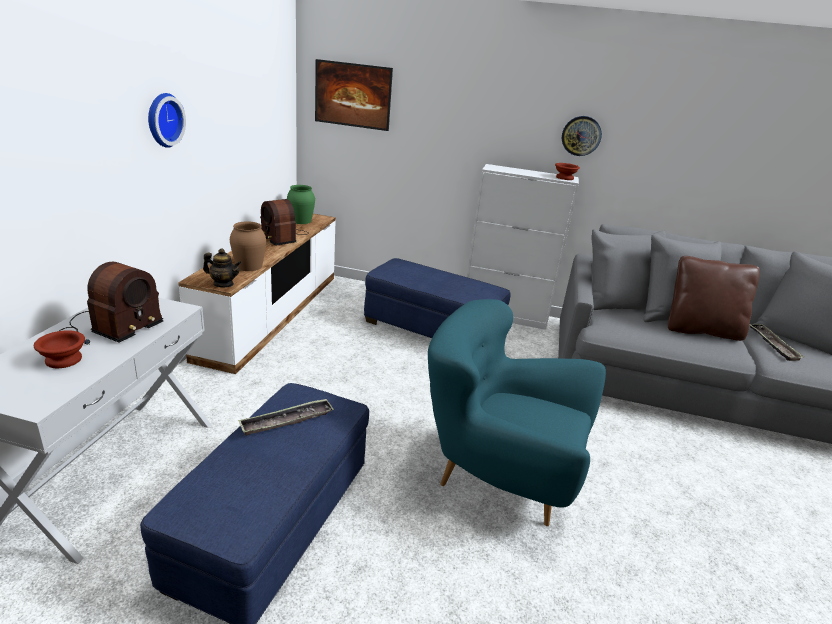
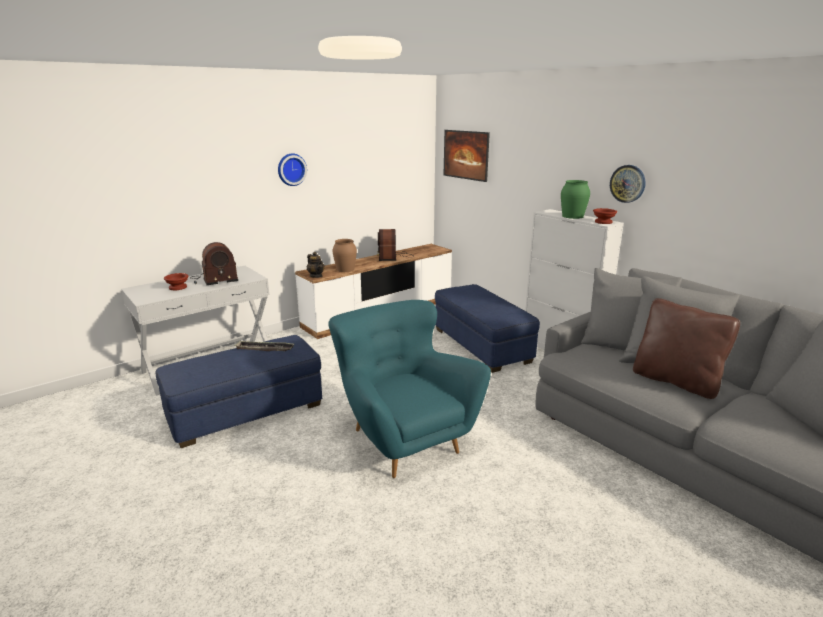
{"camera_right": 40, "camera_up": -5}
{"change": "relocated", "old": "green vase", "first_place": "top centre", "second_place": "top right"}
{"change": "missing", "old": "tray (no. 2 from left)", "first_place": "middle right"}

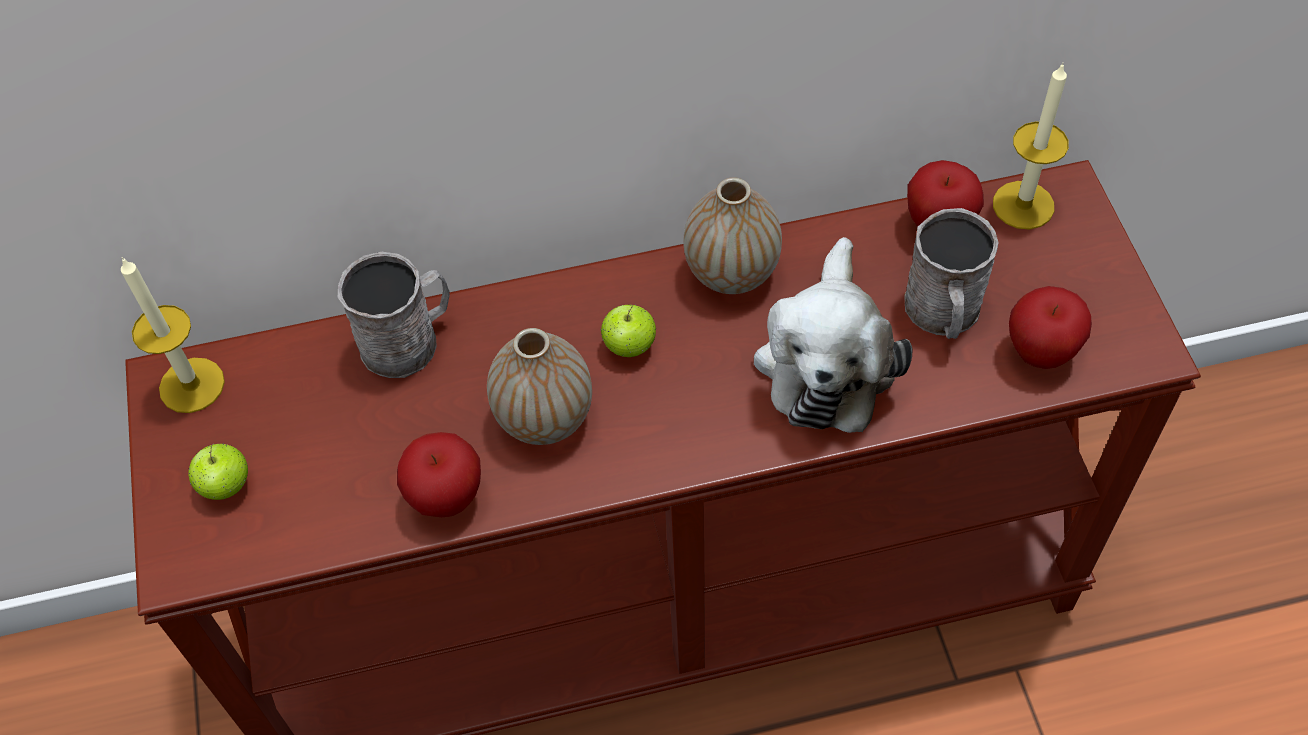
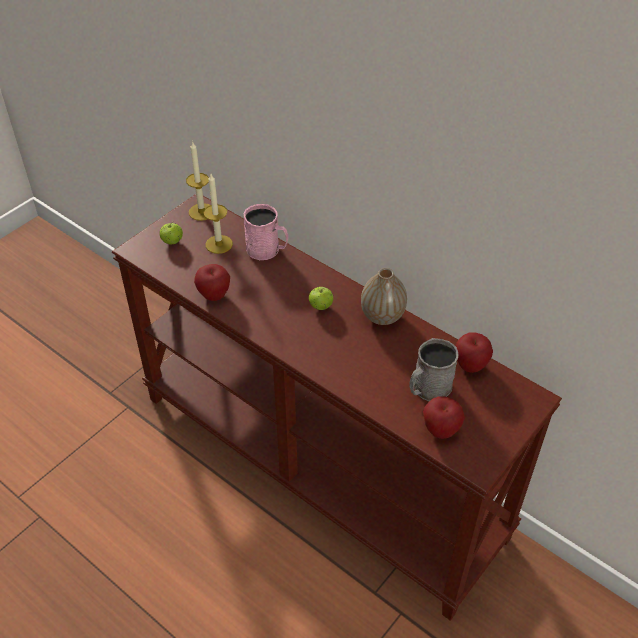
{"camera_right": 50, "camera_up": -10}
{"change": "colour", "old": "grey mug (no. 1 from left)", "new": "pink mug", "first_place": "middle left", "second_place": "centre"}
{"change": "missing", "old": "vase (no. 1 from left)", "first_place": "centre"}
{"change": "missing", "old": "plush toy", "first_place": "centre"}
{"change": "relocated", "old": "candle (no. 2 from left)", "first_place": "top right", "second_place": "centre"}

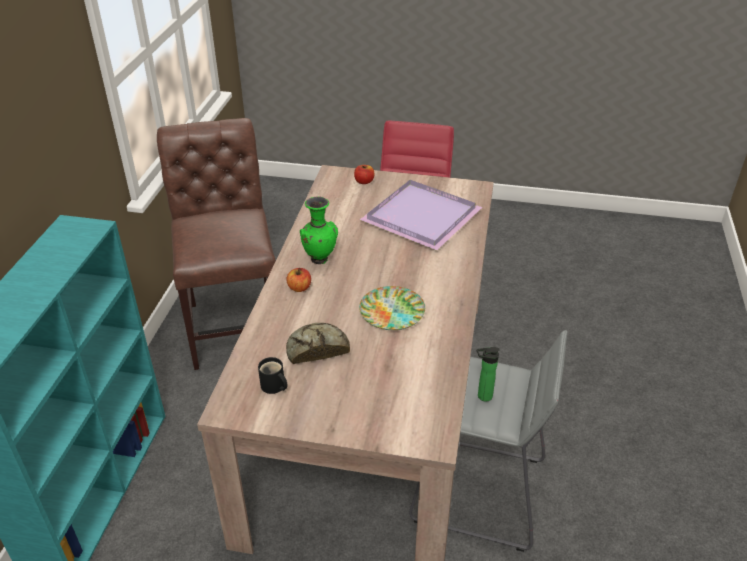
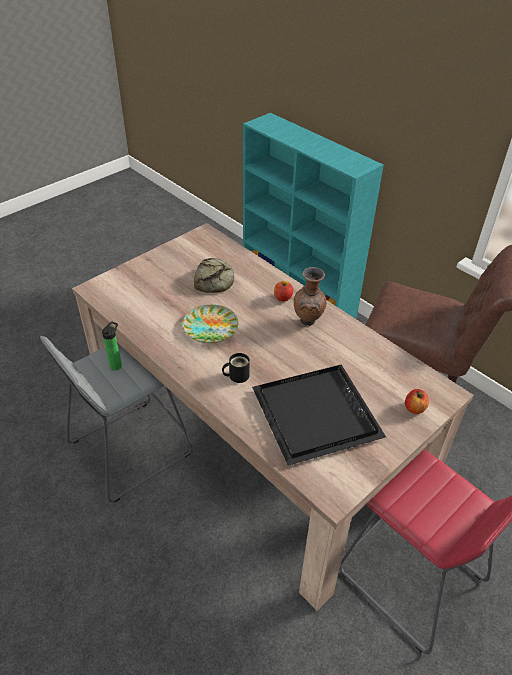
{"camera_right": 125, "camera_up": 5}
{"change": "relocated", "old": "black mug", "first_place": "bottom centre", "second_place": "centre"}
{"change": "colour", "old": "green vase", "new": "brown vase", "first_place": "centre", "second_place": "centre"}
{"change": "colour", "old": "purple tray", "new": "black tray", "first_place": "centre", "second_place": "centre"}

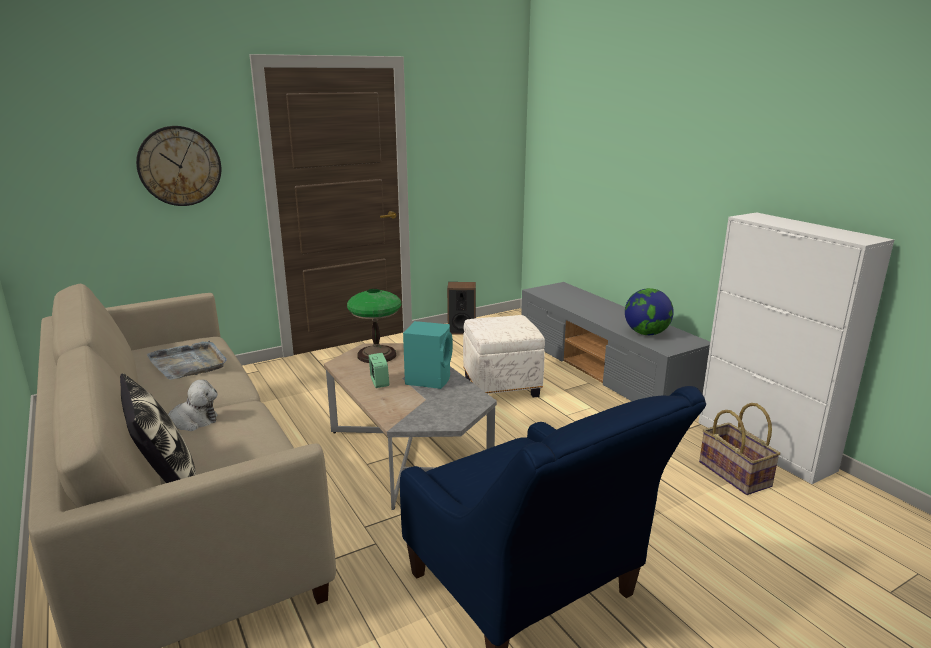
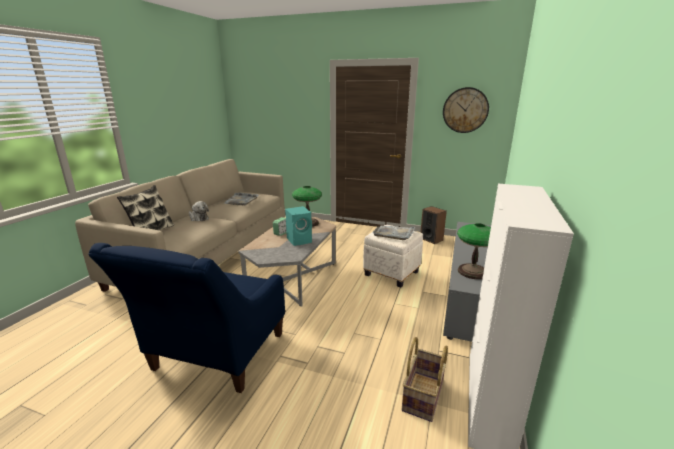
{"camera_right": 50, "camera_up": 0}
{"change": "relocated", "old": "wall clock", "first_place": "top left", "second_place": "top right"}
{"change": "exchanged", "old": "globe", "new": "table lamp (no. 2 from left)", "first_place": "middle right", "second_place": "middle right"}
{"change": "appeared", "new": "grey tray (no. 2 from left)", "second_place": "centre"}

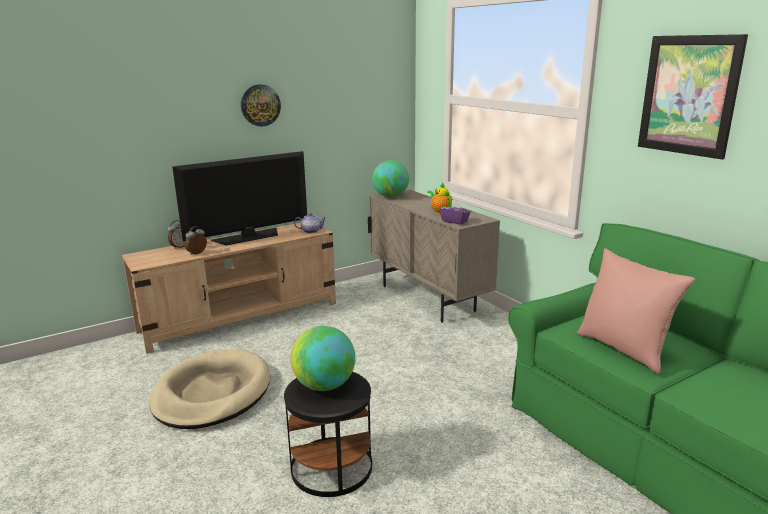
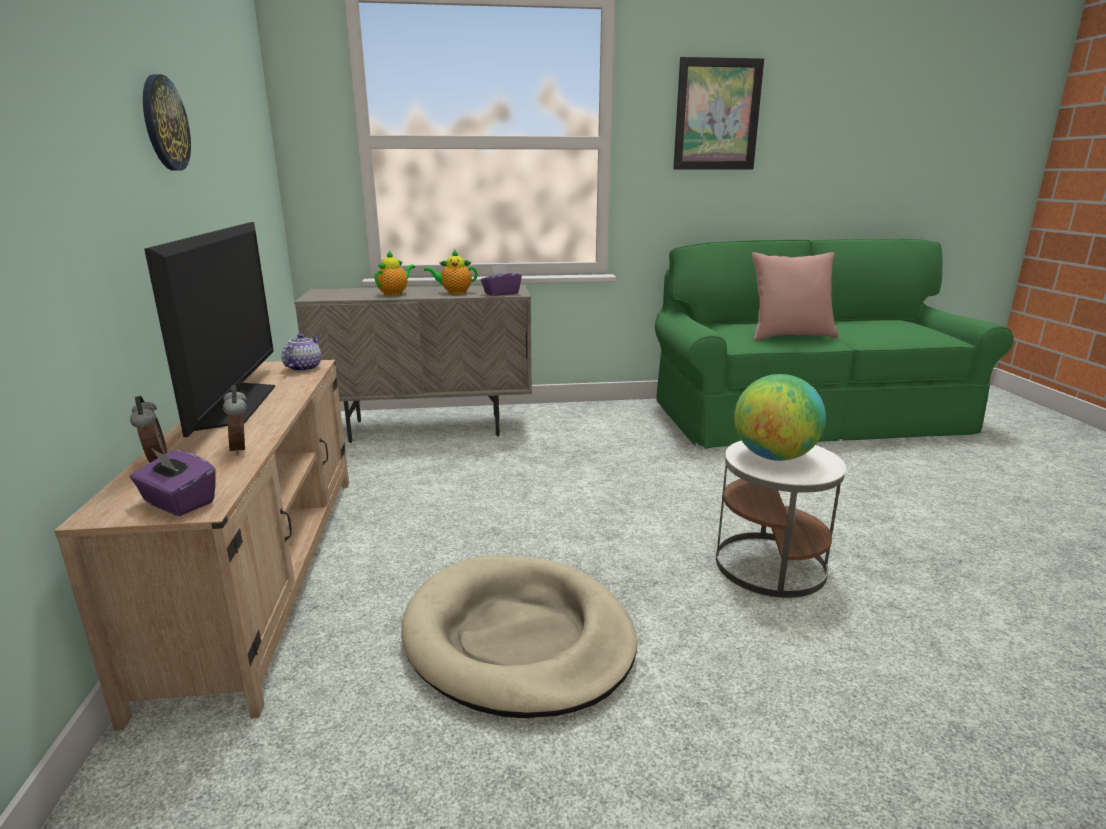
{"camera_right": -65, "camera_up": 0}
{"change": "colour", "old": "black side table", "new": "white side table", "first_place": "bottom centre", "second_place": "middle right"}
{"change": "missing", "old": "globe (no. 2 from left)", "first_place": "centre"}
{"change": "appeared", "new": "purple tissue box (no. 1 from left)", "second_place": "middle left"}
{"change": "appeared", "new": "teapot (no. 2 from left)", "second_place": "top centre"}

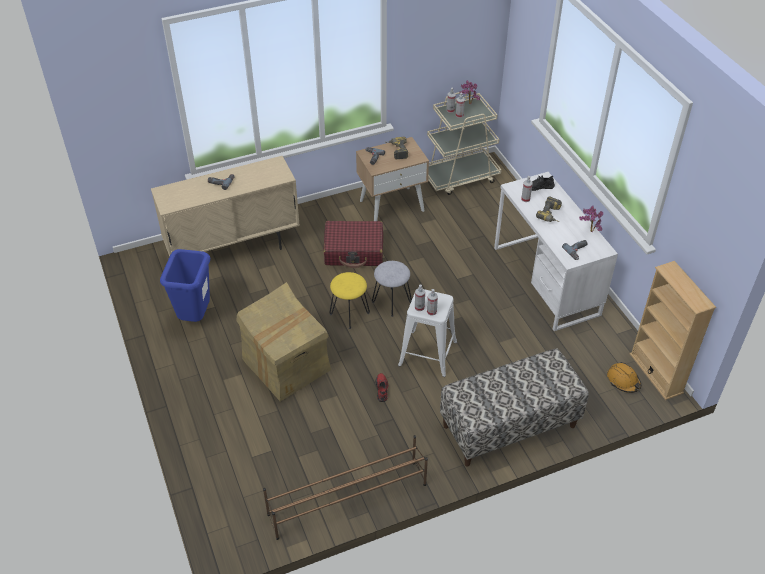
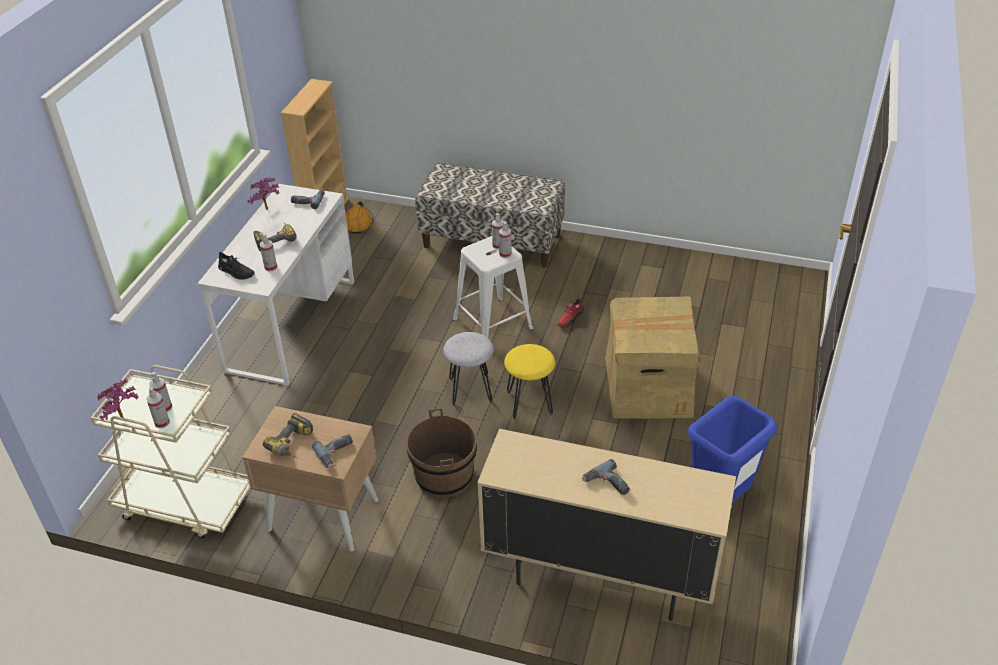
{"camera_right": -140, "camera_up": -5}
{"change": "missing", "old": "brown shoe rack", "first_place": "bottom centre"}
{"change": "exchanged", "old": "red suitcase", "new": "brown bucket", "first_place": "centre", "second_place": "bottom centre"}

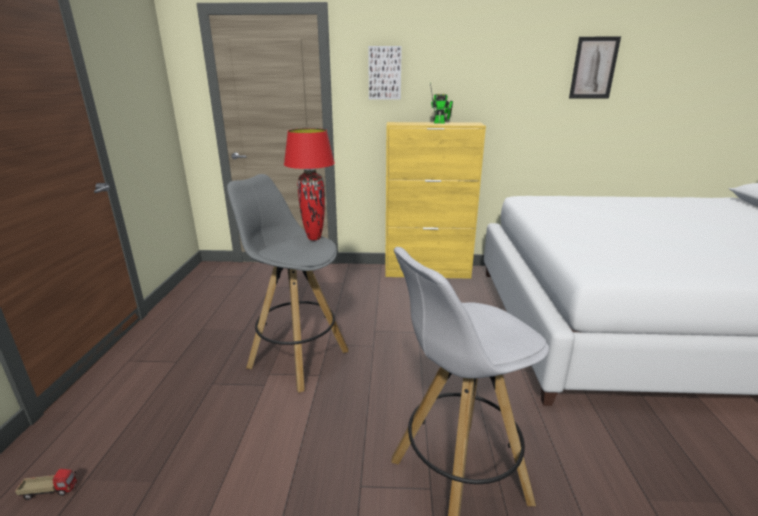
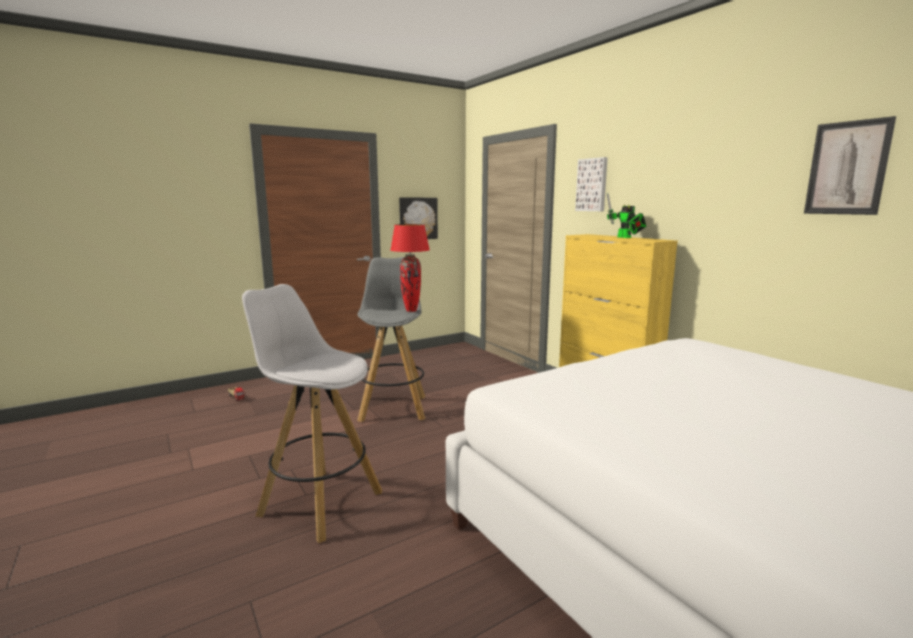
{"camera_right": 55, "camera_up": -10}
{"change": "appeared", "new": "picture (no. 1 from left)", "second_place": "centre"}

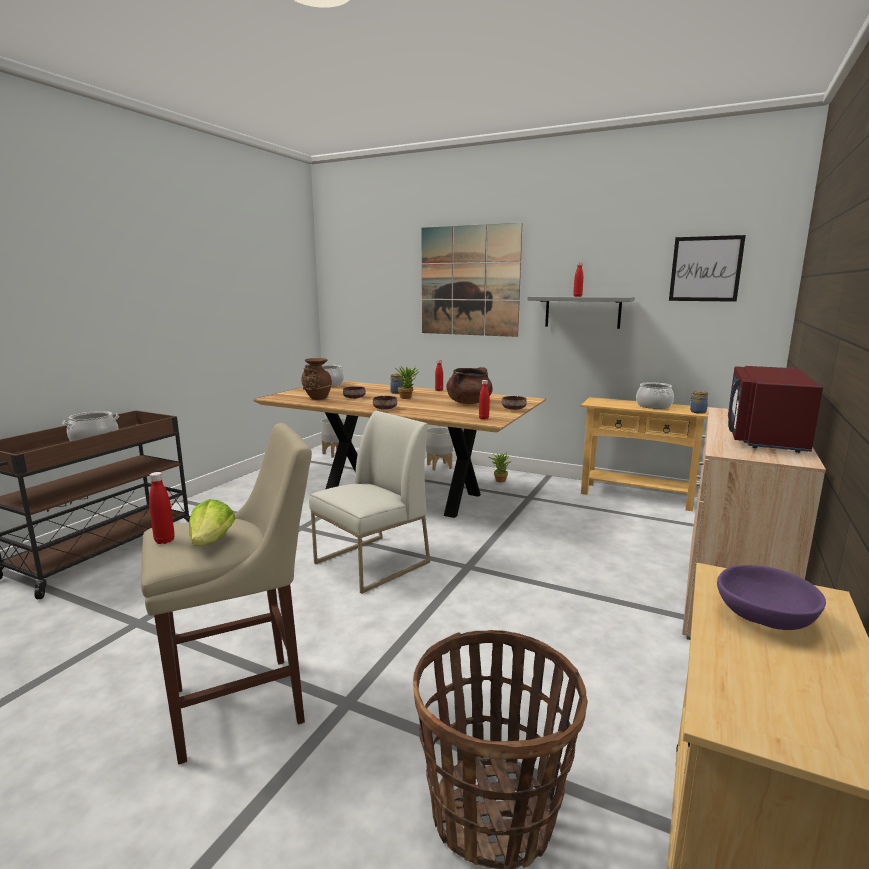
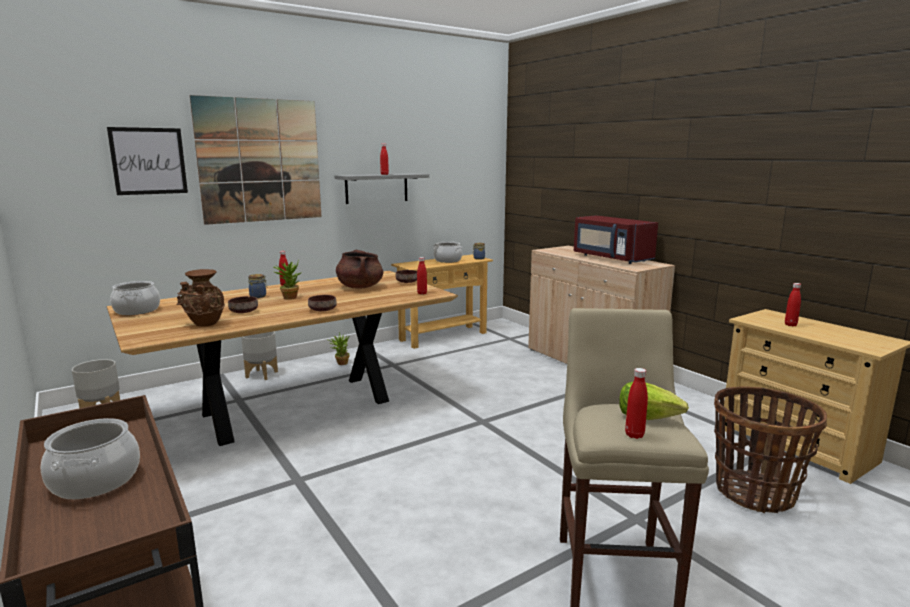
{"camera_right": -60, "camera_up": 0}
{"change": "missing", "old": "white chair", "first_place": "centre"}
{"change": "relocated", "old": "picture (no. 2 from left in the first image)", "new": "picture (no. 1 from left)", "first_place": "top right", "second_place": "top left"}
{"change": "exchanged", "old": "purple bowl", "new": "red bottle (no. 5 from left)", "first_place": "bottom right", "second_place": "middle right"}

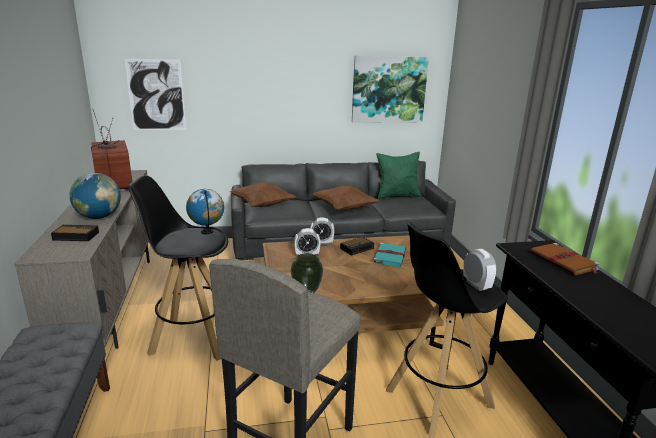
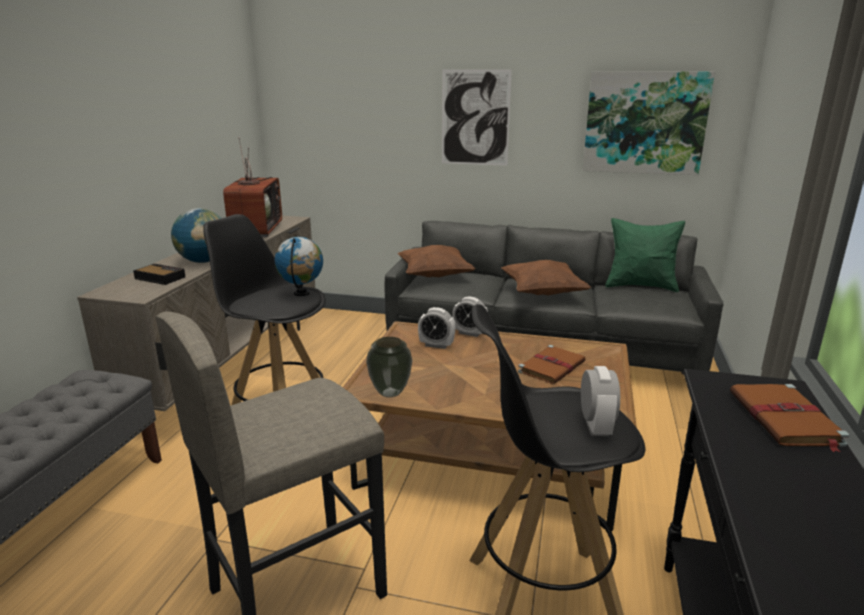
{"camera_right": 25, "camera_up": 0}
{"change": "relocated", "old": "picture (no. 1 from left)", "first_place": "top left", "second_place": "top centre"}
{"change": "missing", "old": "alarm clock (no. 4 from left)", "first_place": "centre"}
{"change": "colour", "old": "turquoise book", "new": "brown book (no. 1 from left)", "first_place": "centre", "second_place": "centre"}

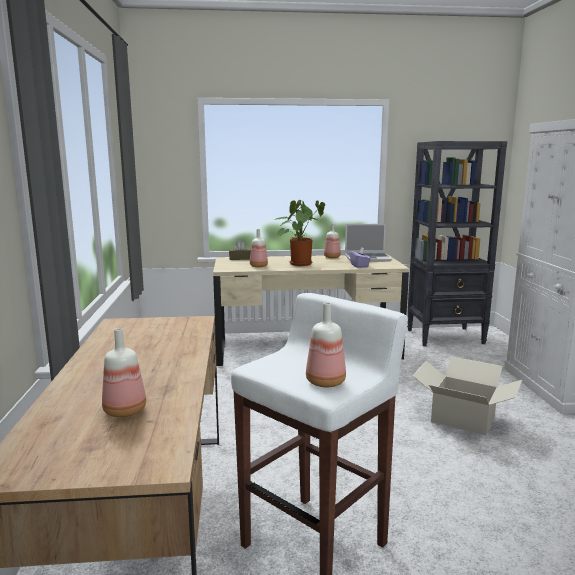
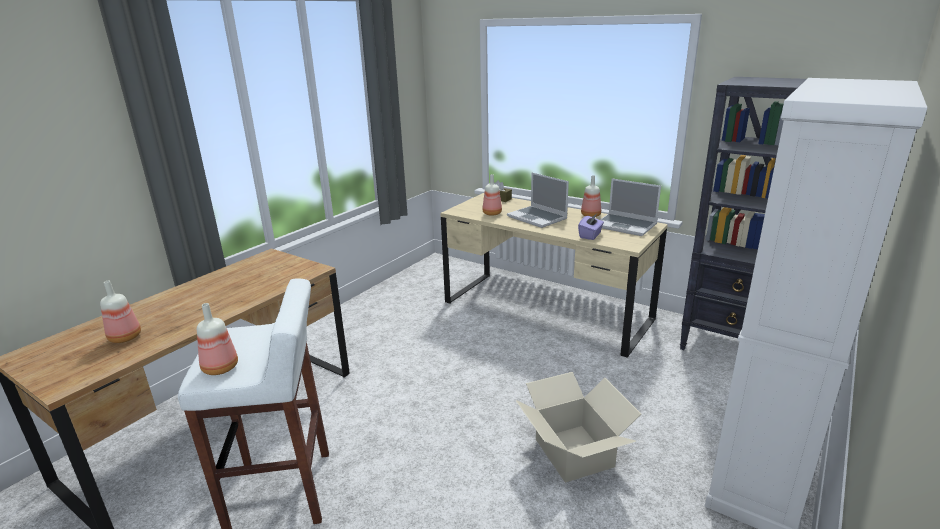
{"camera_right": 40, "camera_up": 10}
{"change": "exchanged", "old": "potted plant", "new": "laptop (no. 1 from left)", "first_place": "centre", "second_place": "centre"}

